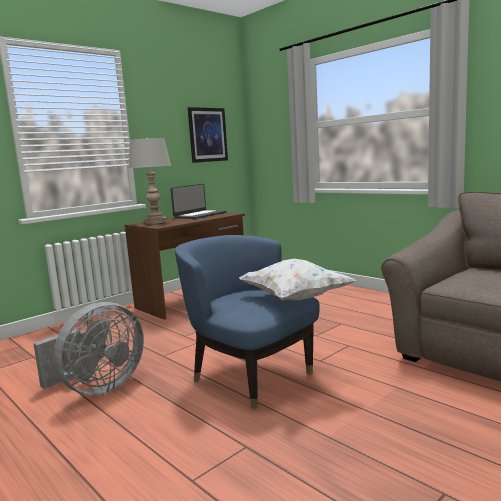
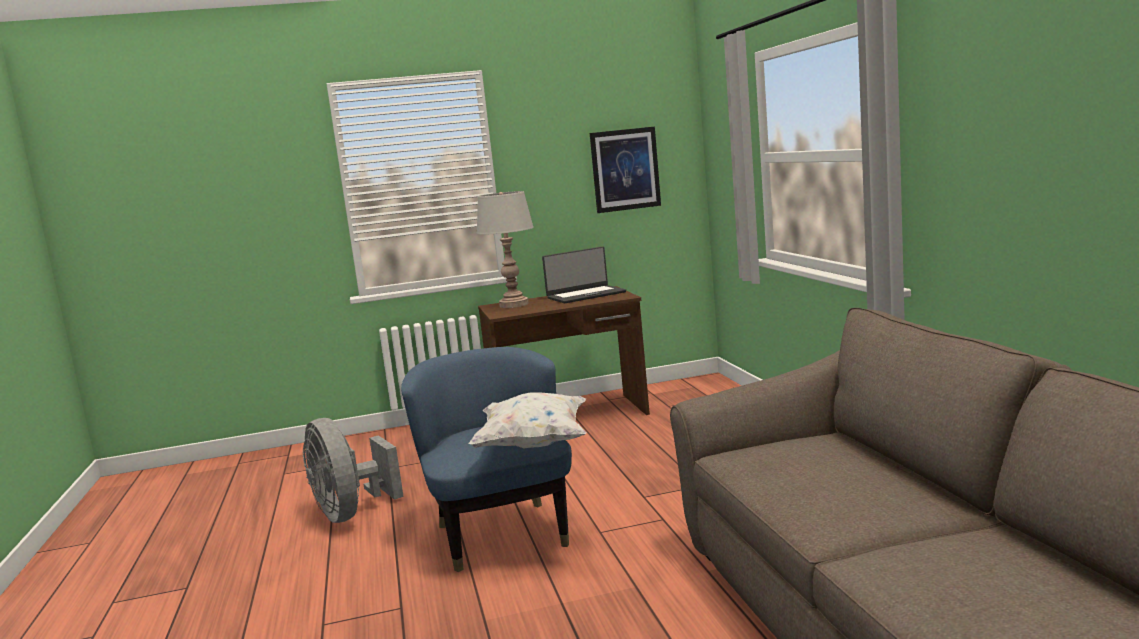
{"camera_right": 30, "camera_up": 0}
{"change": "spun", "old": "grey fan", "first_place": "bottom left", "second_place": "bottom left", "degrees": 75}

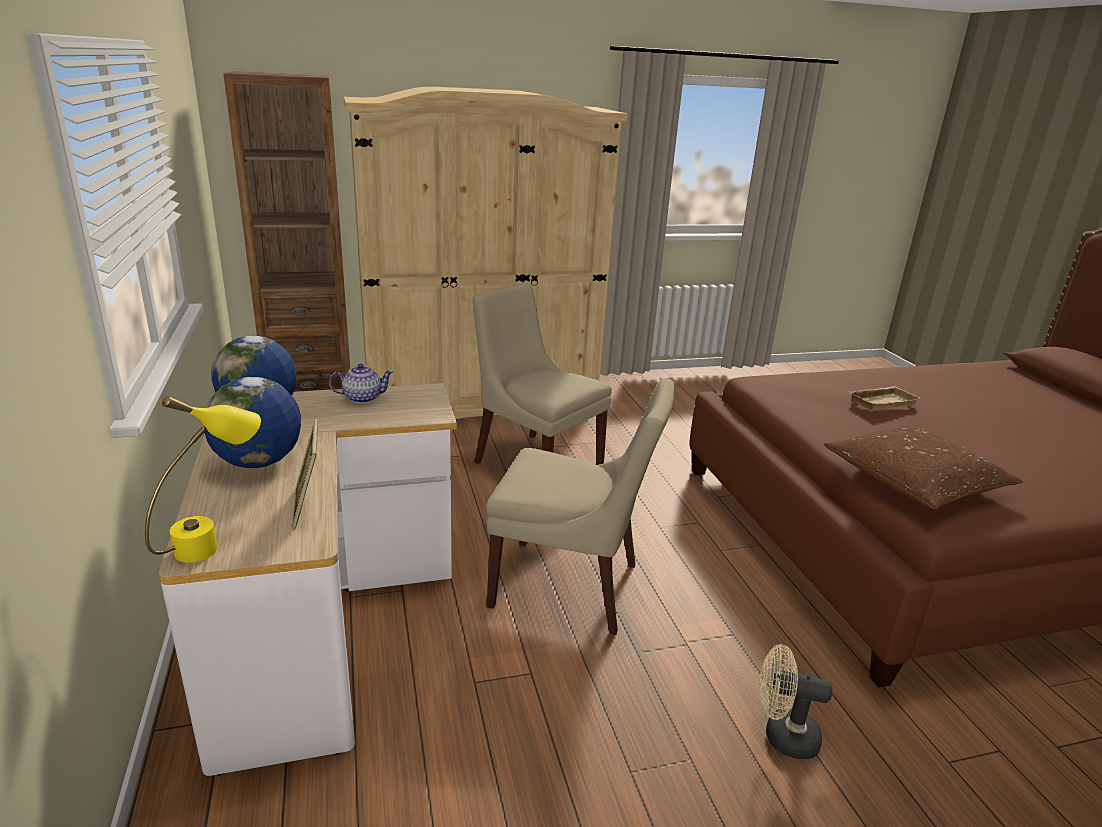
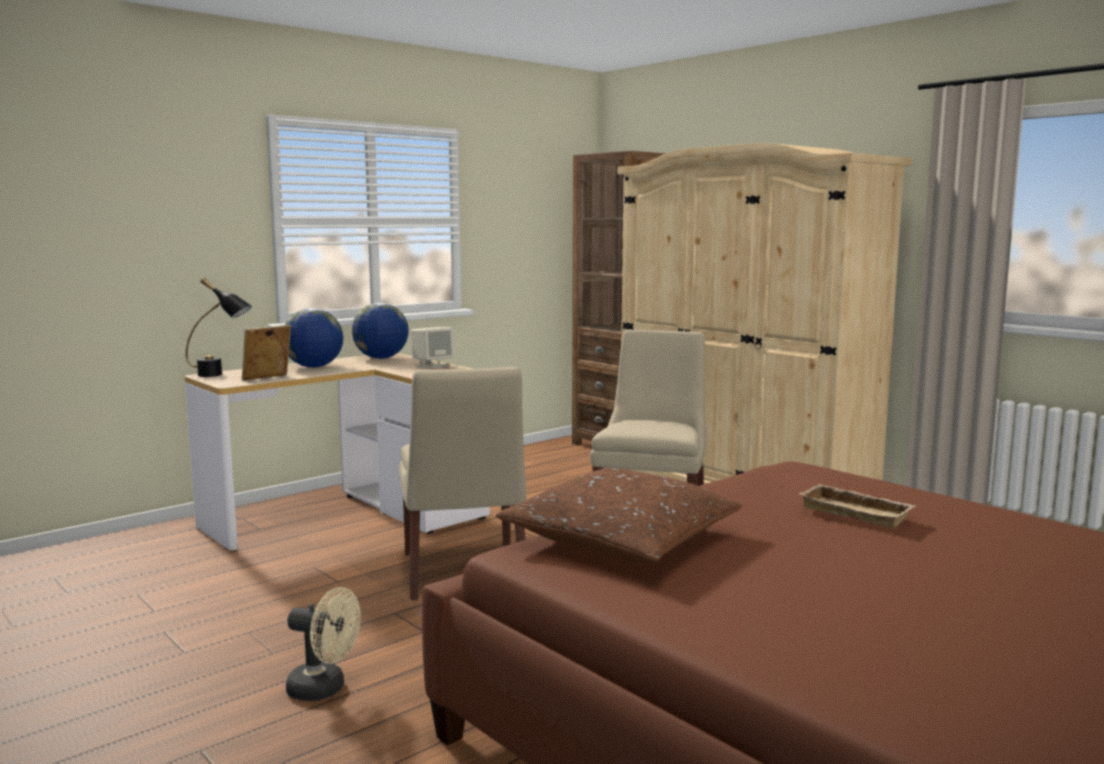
{"camera_right": 65, "camera_up": -15}
{"change": "colour", "old": "yellow table lamp", "new": "black table lamp", "first_place": "middle left", "second_place": "middle left"}
{"change": "exchanged", "old": "teapot", "new": "beige speaker", "first_place": "middle left", "second_place": "centre"}
{"change": "spun", "old": "beige fan", "first_place": "bottom right", "second_place": "bottom left", "degrees": 120}

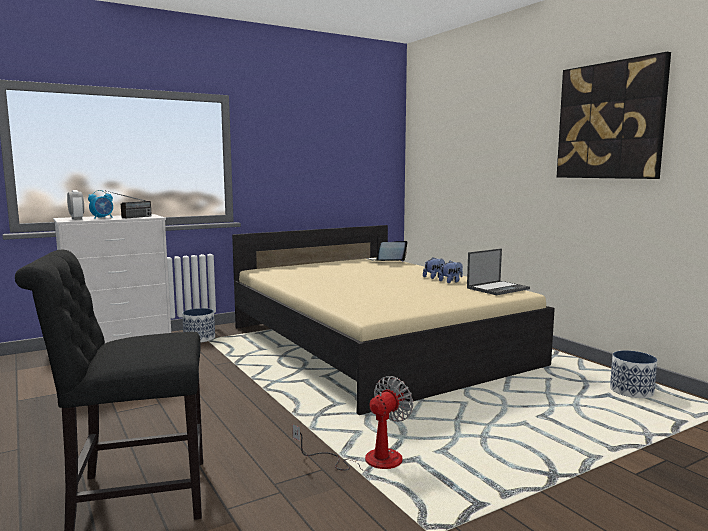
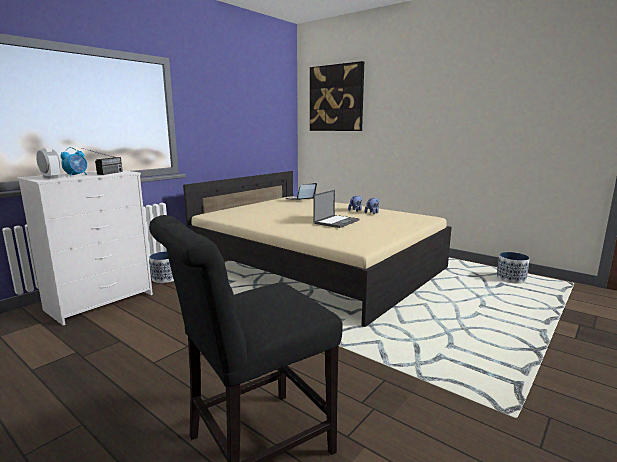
{"camera_right": -20, "camera_up": 5}
{"change": "missing", "old": "fan", "first_place": "bottom centre"}
{"change": "relocated", "old": "laptop (no. 2 from left)", "first_place": "middle right", "second_place": "centre"}
{"change": "relocated", "old": "picture", "first_place": "top right", "second_place": "top centre"}

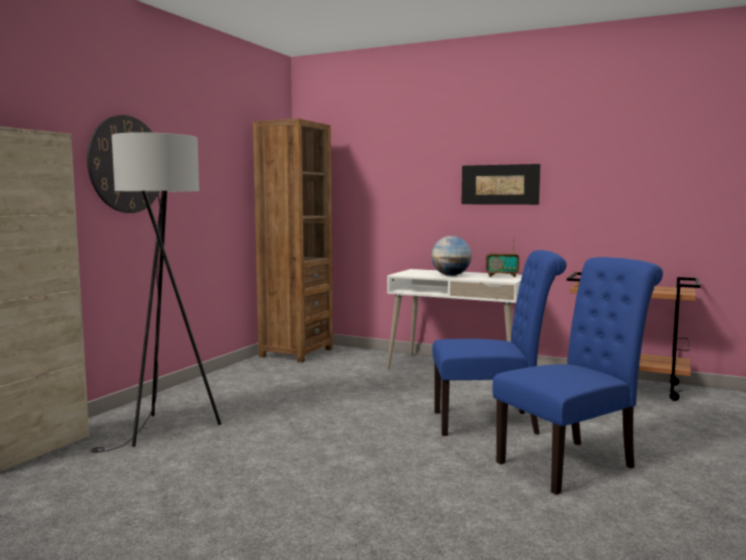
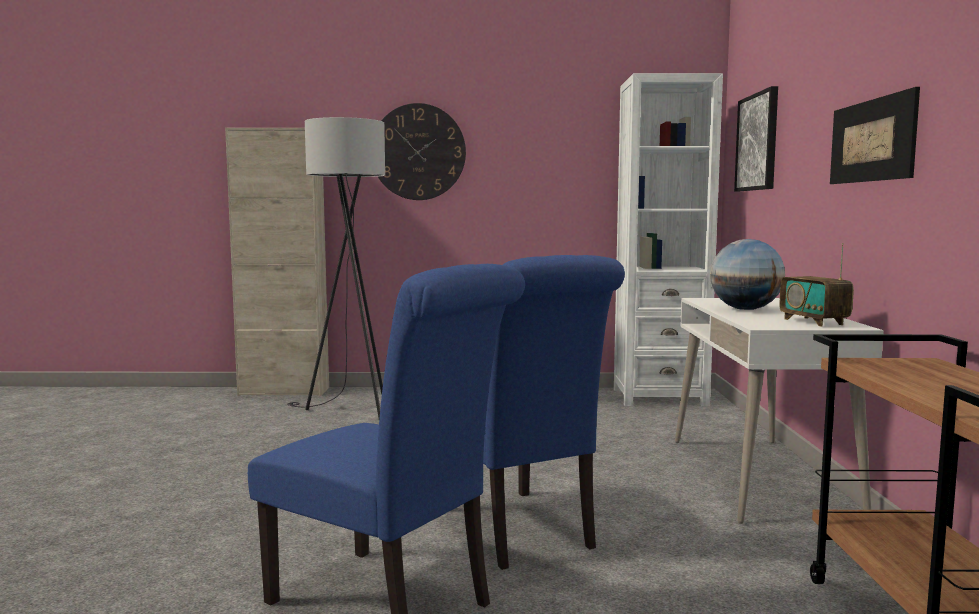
{"camera_right": 65, "camera_up": 0}
{"change": "colour", "old": "brown bookcase", "new": "white bookcase", "first_place": "centre", "second_place": "middle right"}
{"change": "appeared", "new": "picture (no. 1 from left)", "second_place": "top right"}

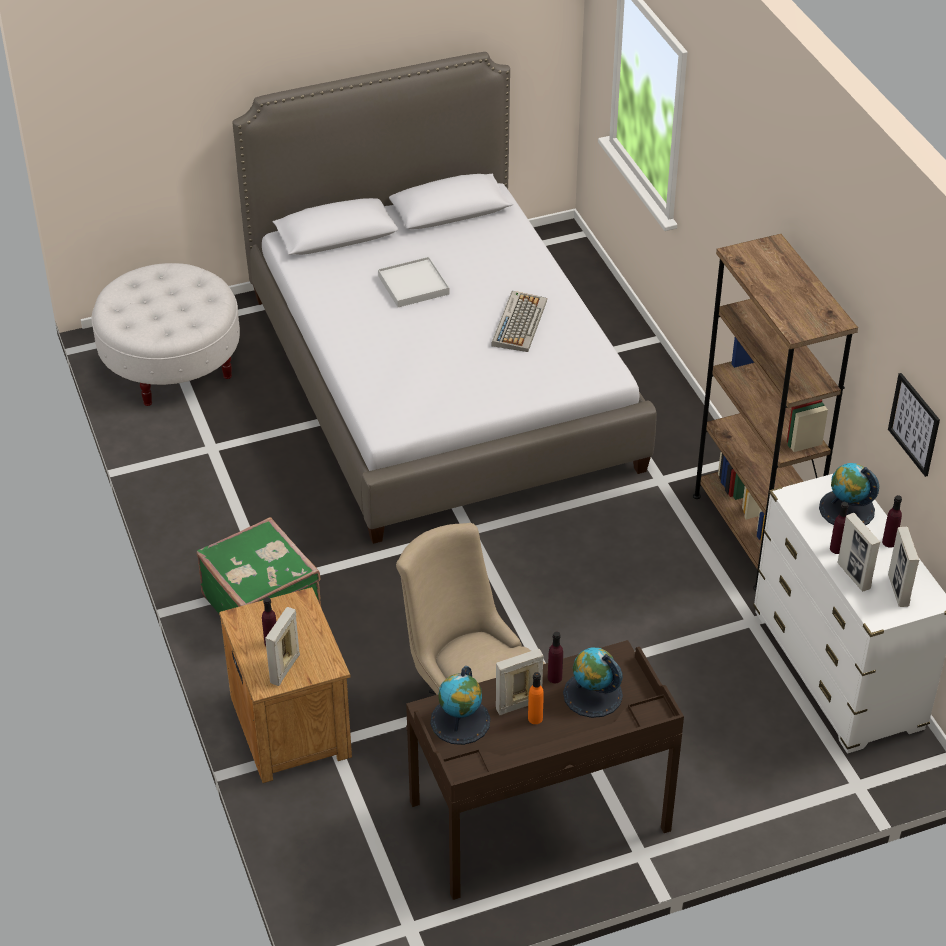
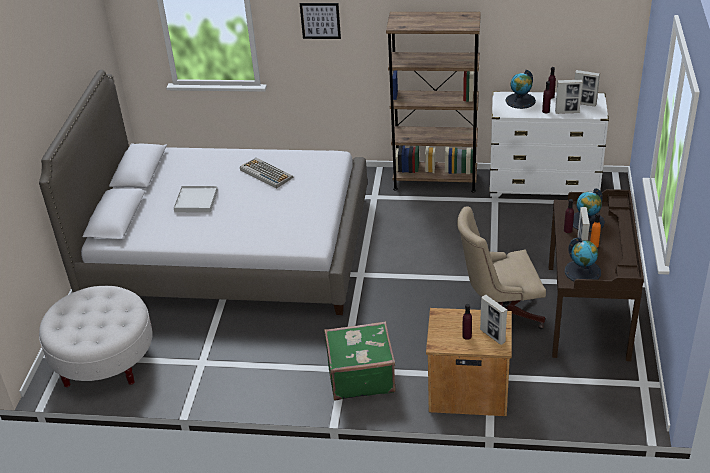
{"camera_right": -60, "camera_up": -5}
{"change": "relocated", "old": "picture", "first_place": "middle right", "second_place": "top centre"}

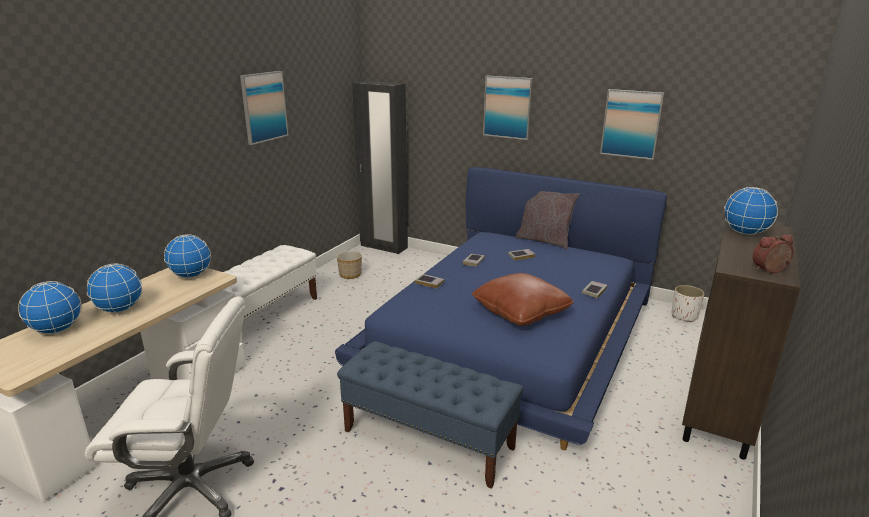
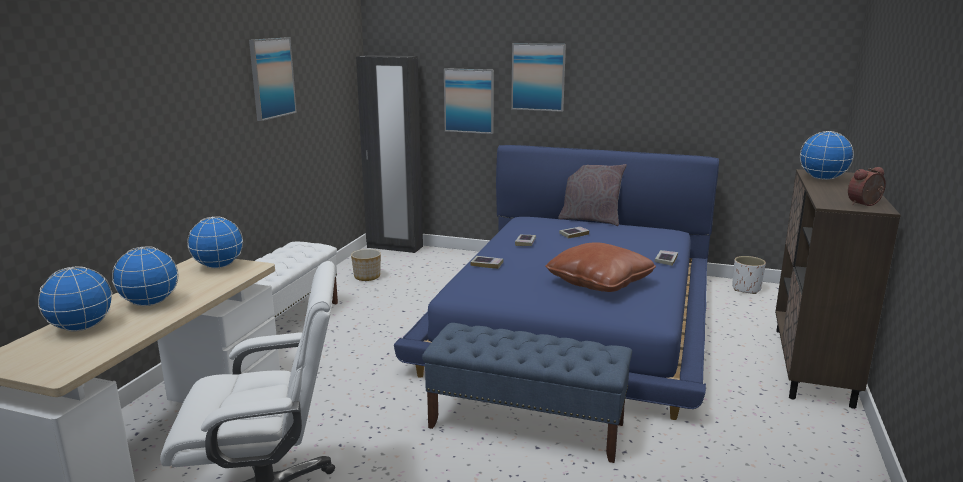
{"camera_right": -10, "camera_up": -5}
{"change": "relocated", "old": "picture (no. 3 from left in the first image)", "new": "picture (no. 2 from left)", "first_place": "top right", "second_place": "top centre"}

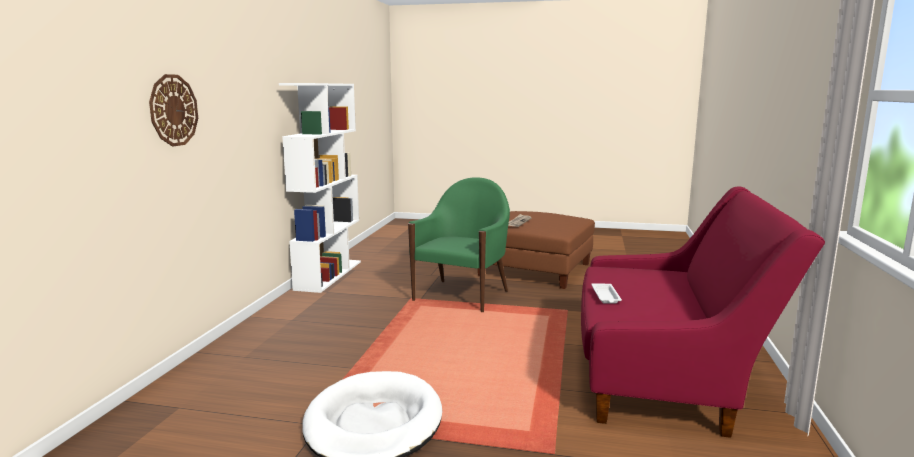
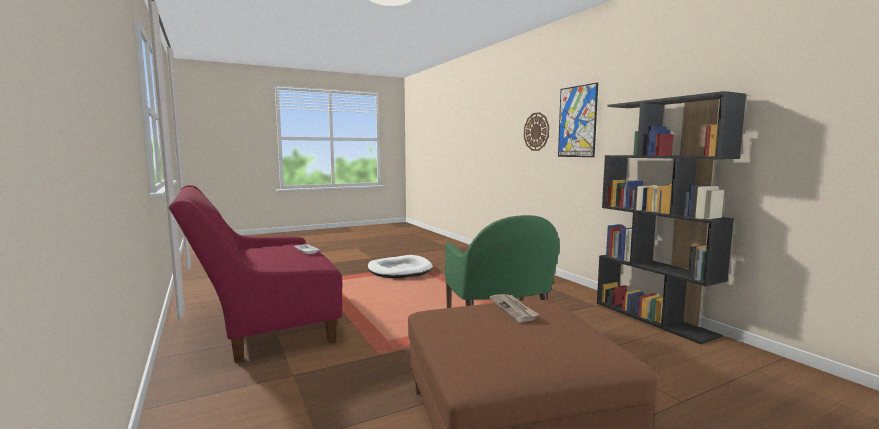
{"camera_right": 140, "camera_up": -5}
{"change": "colour", "old": "white bookcase", "new": "black bookcase", "first_place": "centre", "second_place": "middle right"}
{"change": "appeared", "new": "picture", "second_place": "top centre"}

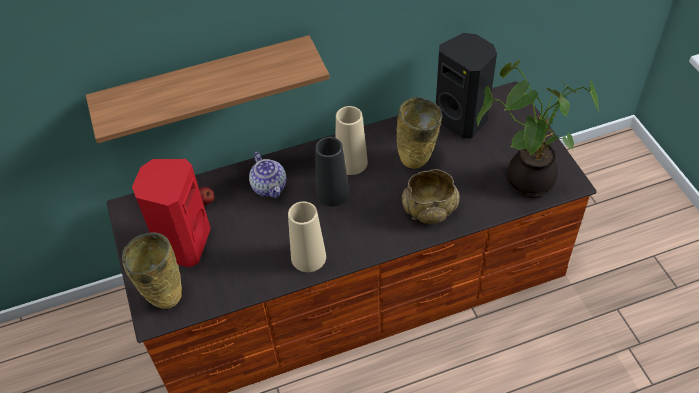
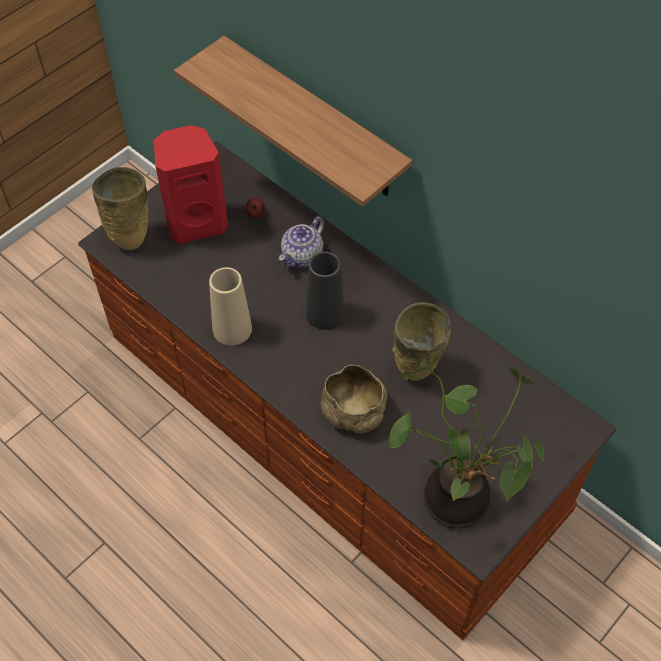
{"camera_right": 60, "camera_up": 5}
{"change": "missing", "old": "beige vase (no. 3 from left)", "first_place": "centre"}
{"change": "missing", "old": "black speaker", "first_place": "top right"}

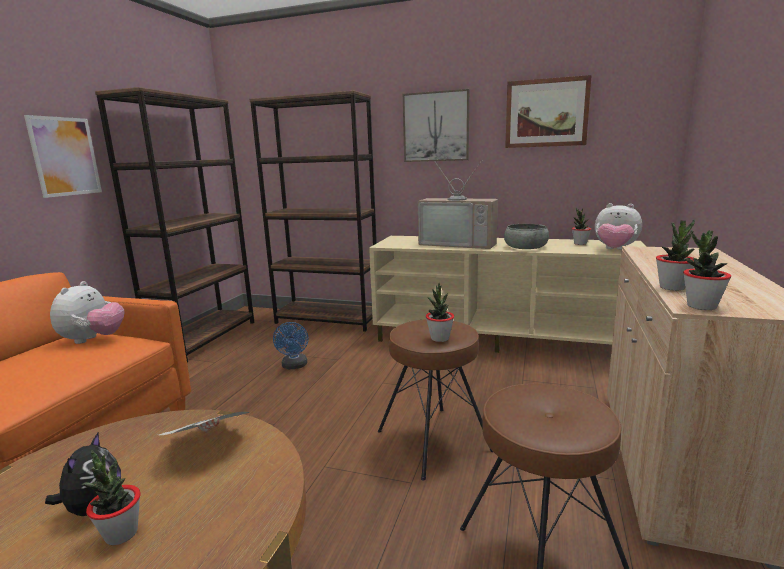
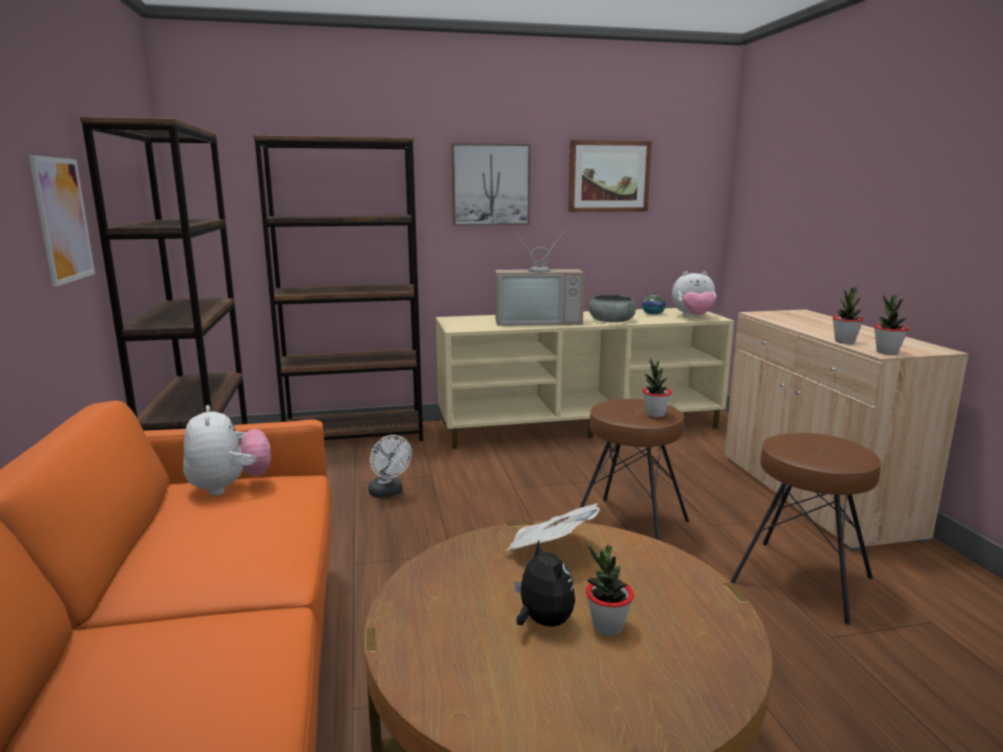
{"camera_right": -30, "camera_up": 0}
{"change": "colour", "old": "blue fan", "new": "white fan", "first_place": "centre", "second_place": "centre"}
{"change": "exchanged", "old": "potted plant (no. 3 from left)", "new": "vase", "first_place": "middle right", "second_place": "centre"}

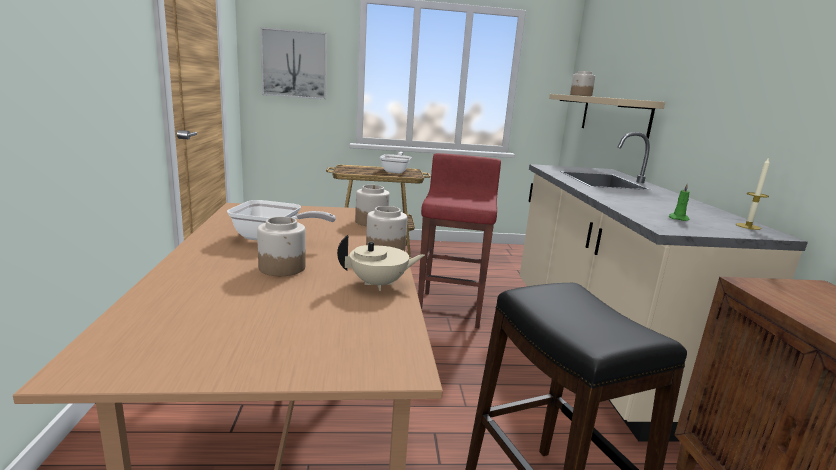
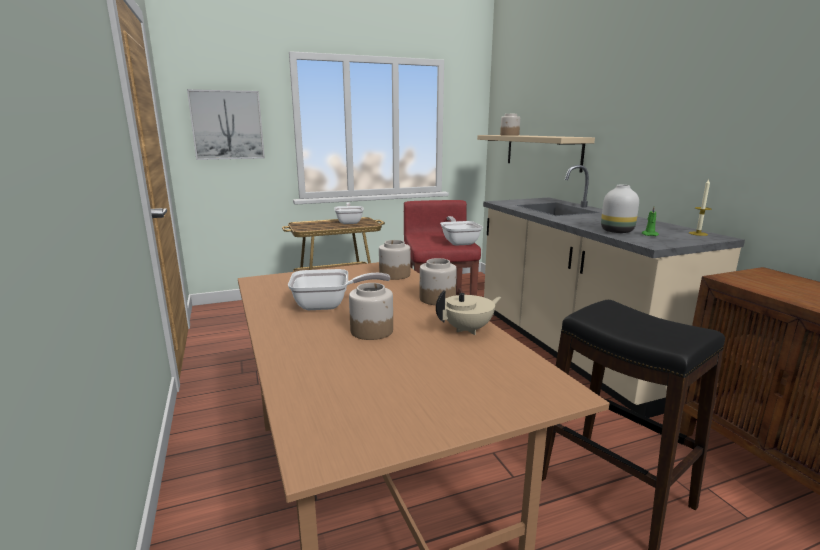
{"camera_right": -15, "camera_up": 0}
{"change": "appeared", "new": "frying pan (no. 3 from left)", "second_place": "centre"}
{"change": "appeared", "new": "white vase", "second_place": "middle right"}

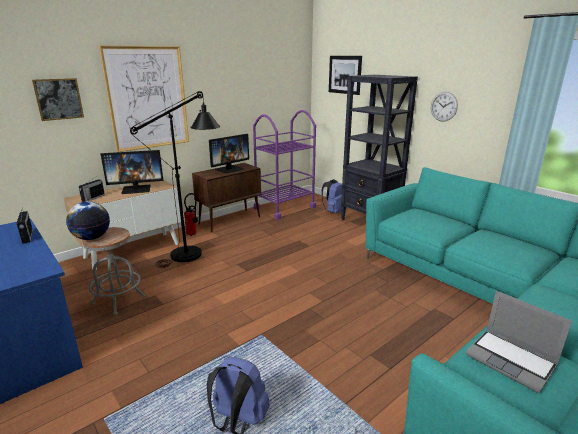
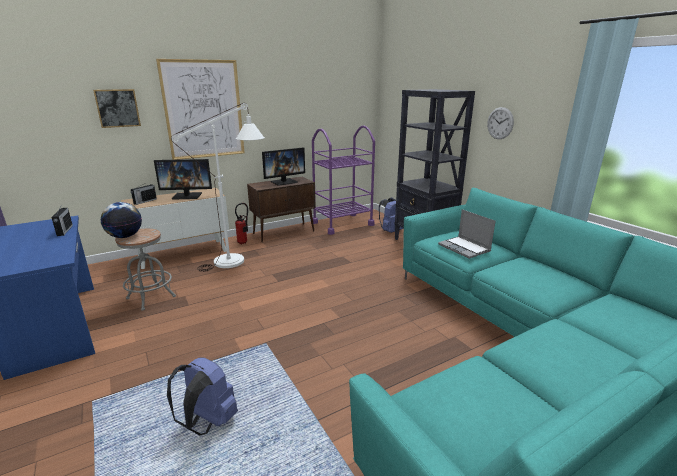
{"camera_right": 10, "camera_up": 0}
{"change": "colour", "old": "black floor lamp", "new": "white floor lamp", "first_place": "middle left", "second_place": "middle left"}
{"change": "missing", "old": "picture (no. 3 from left)", "first_place": "top centre"}
{"change": "relocated", "old": "laptop", "first_place": "bottom right", "second_place": "middle right"}

